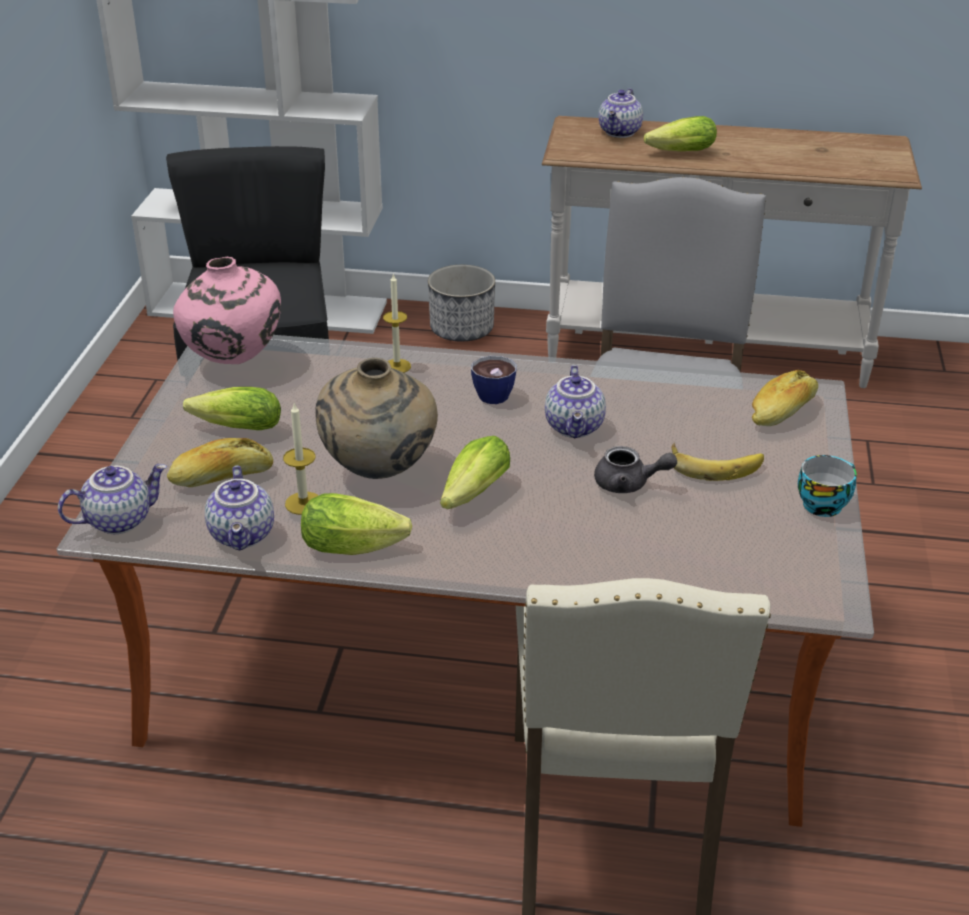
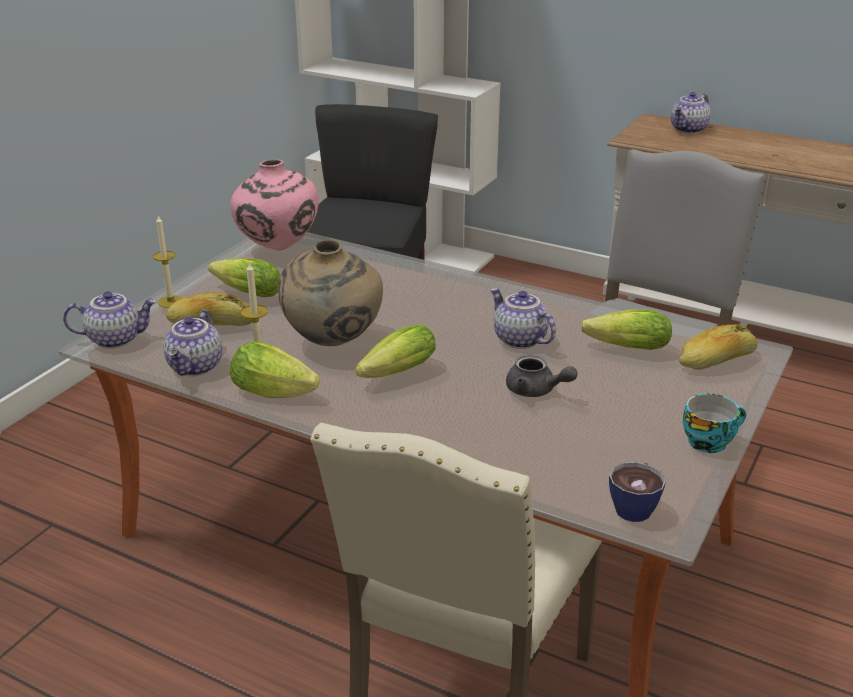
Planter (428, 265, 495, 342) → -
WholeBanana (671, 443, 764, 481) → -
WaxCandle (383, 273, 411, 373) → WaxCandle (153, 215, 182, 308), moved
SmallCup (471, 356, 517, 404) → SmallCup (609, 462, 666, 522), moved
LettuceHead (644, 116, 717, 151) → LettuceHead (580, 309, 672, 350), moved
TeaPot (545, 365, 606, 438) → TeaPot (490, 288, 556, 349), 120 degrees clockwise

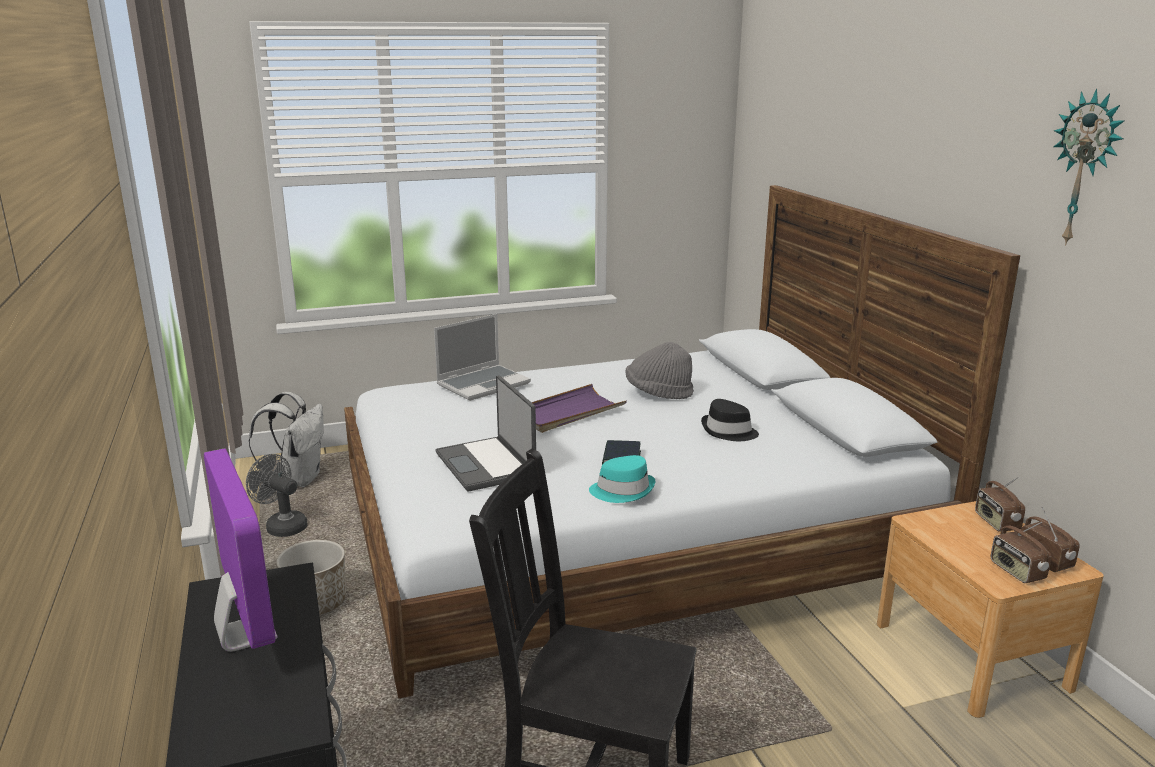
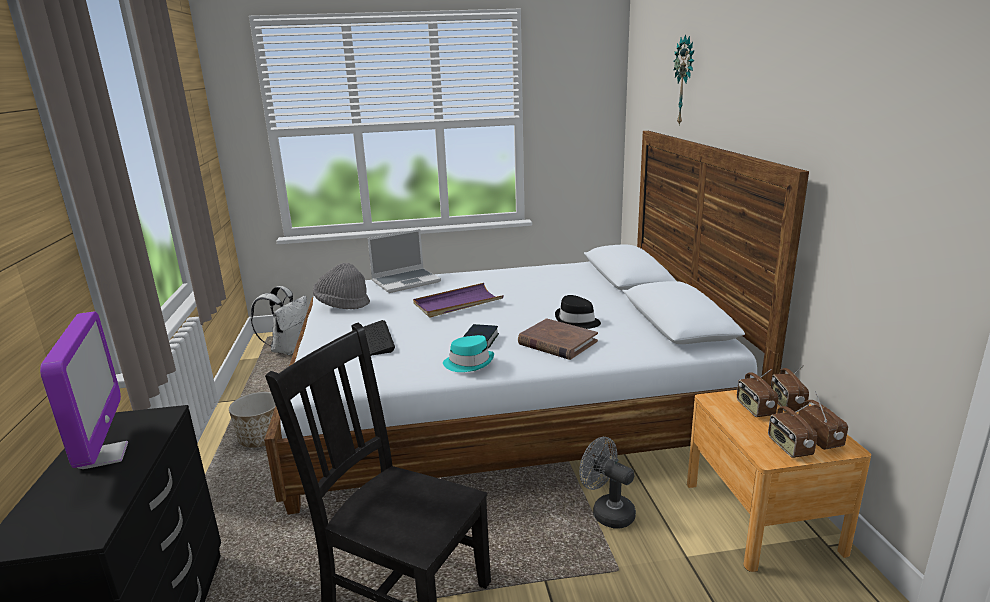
- → BrownishBook (518, 319, 598, 360)
- → Radio (737, 369, 778, 417)
GreyCoolingFan (246, 454, 308, 537) → GreyCoolingFan (579, 437, 636, 529), moved
GreyClothingHat (625, 342, 694, 399) → GreyClothingHat (313, 263, 370, 309), moved
HangingClock (1053, 89, 1125, 246) → HangingClock (673, 34, 694, 125), moved
NotebookComputer (436, 375, 536, 491) → Keyboard (363, 320, 395, 356)

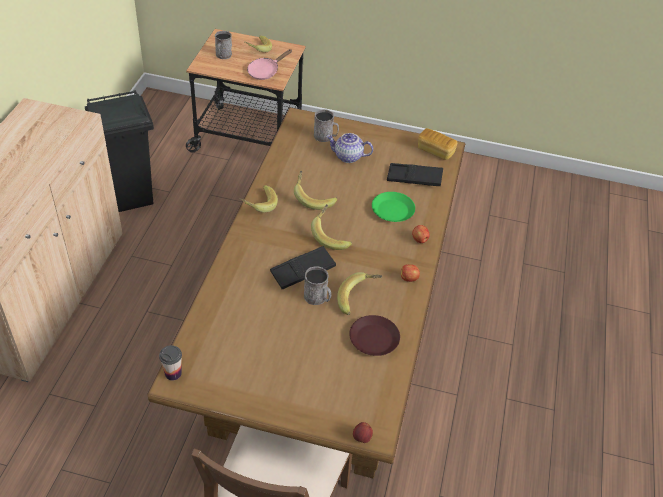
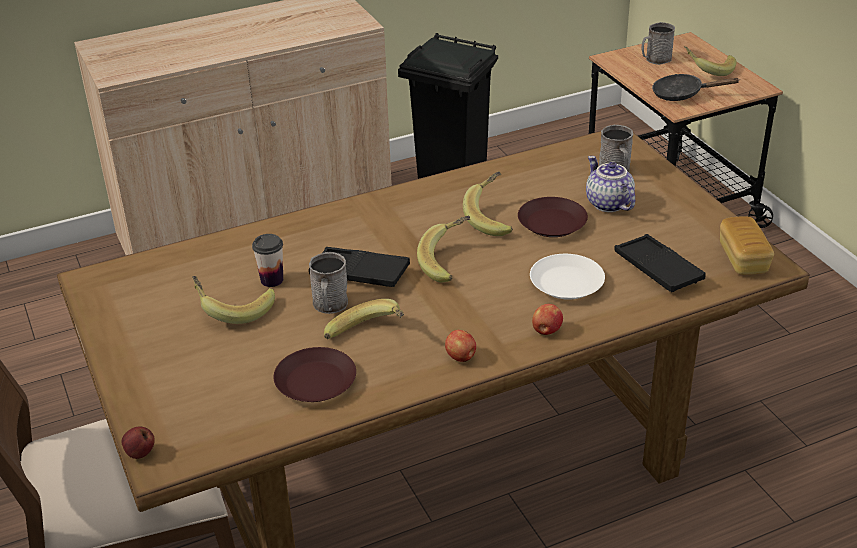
- → BrownishPlate (518, 197, 588, 237)
SmallCup (159, 345, 182, 380) → SmallCup (252, 234, 283, 287), moved
WholeBanana (240, 185, 278, 213) → WholeBanana (192, 276, 275, 324), moved
PinkishPan (247, 49, 292, 80) → BlackPan (652, 74, 739, 101)
GreenColouredPlate (372, 192, 415, 222) → WhitishPlate (530, 254, 605, 300)

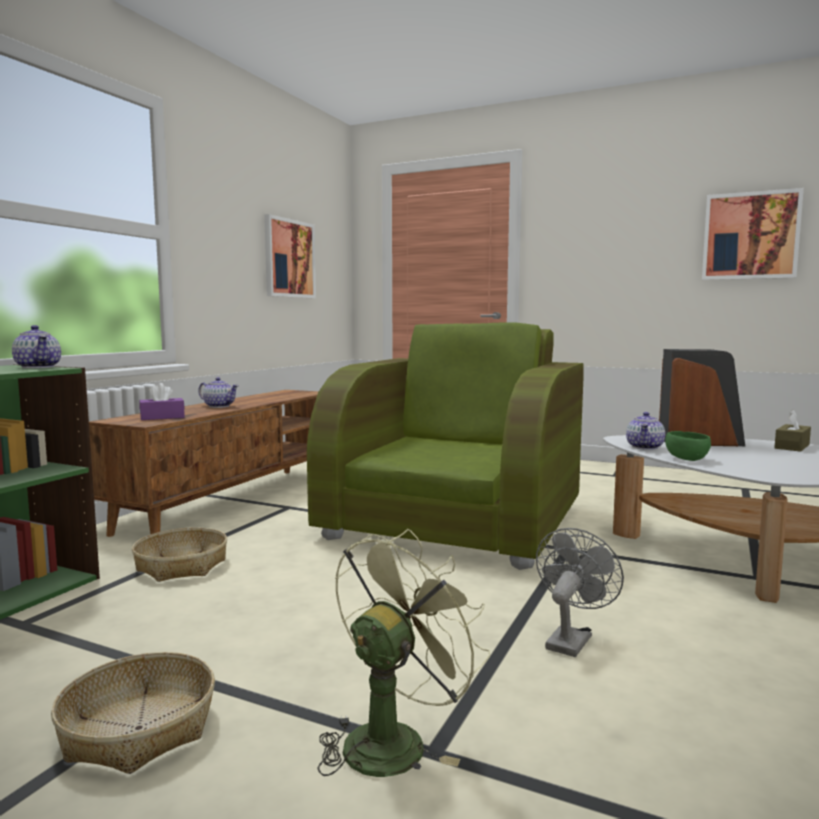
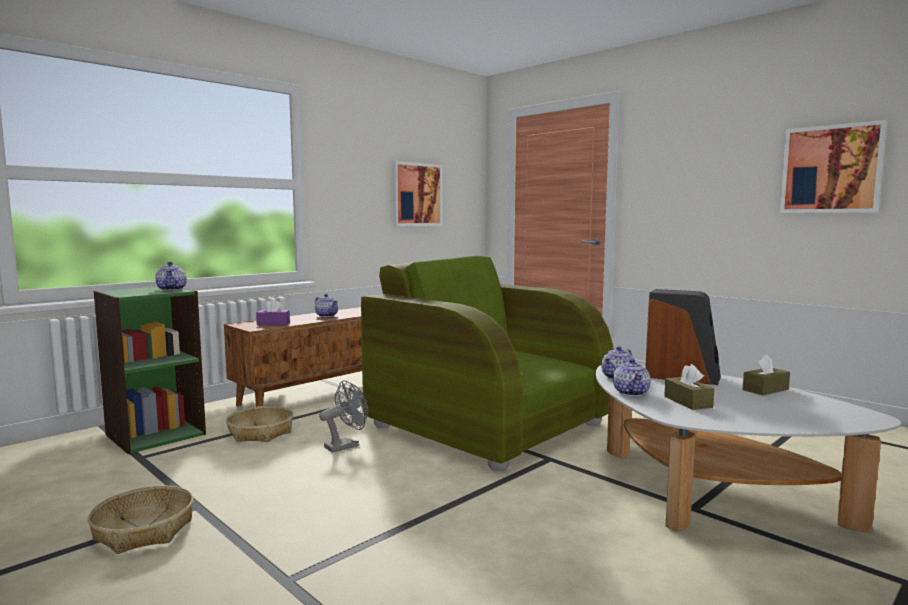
GreenColouredCoolingFan (317, 529, 490, 777) → -
- → BrownishBoxOfTissues (664, 364, 714, 410)
GreyCoolingFan (536, 528, 624, 657) → GreyCoolingFan (319, 380, 368, 453), moved
GreenColouredDeepDish (665, 431, 711, 461) → TeaPot (613, 359, 651, 396)
GreenColouredLoungeChair (307, 322, 584, 570) → GreenColouredLoungeChair (361, 256, 614, 471), 90 degrees counterclockwise

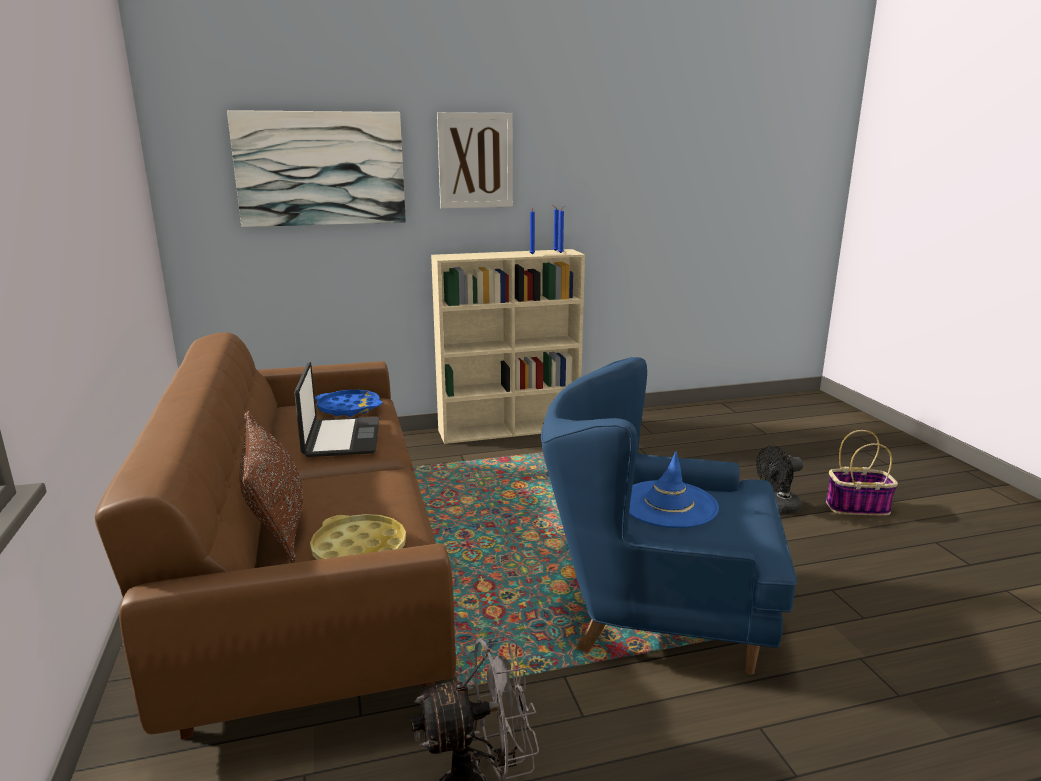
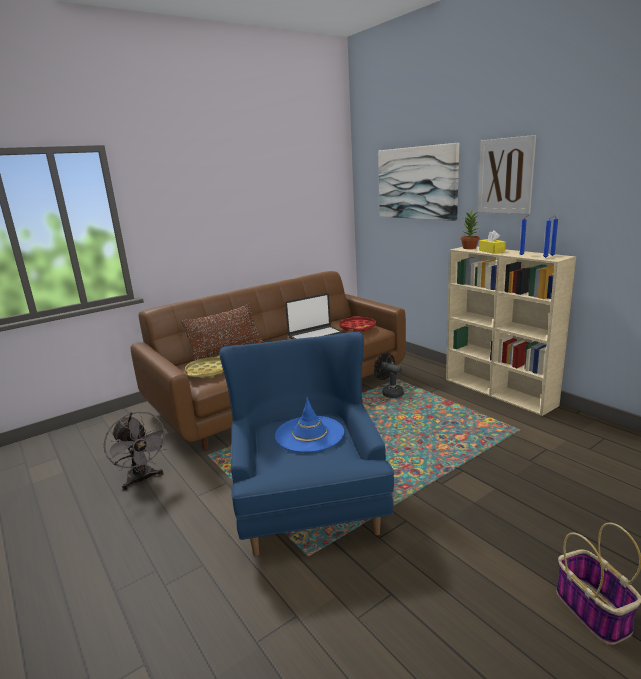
- → PottedPlant (461, 210, 480, 249)
- → YellowishBoxOfTissues (479, 230, 506, 254)
BlackCoolingFan (756, 445, 803, 514) → BlackCoolingFan (374, 352, 404, 398), moved
BlueColouredCarryingTray (315, 390, 382, 417) → ReddishCarryingTray (340, 316, 376, 332)

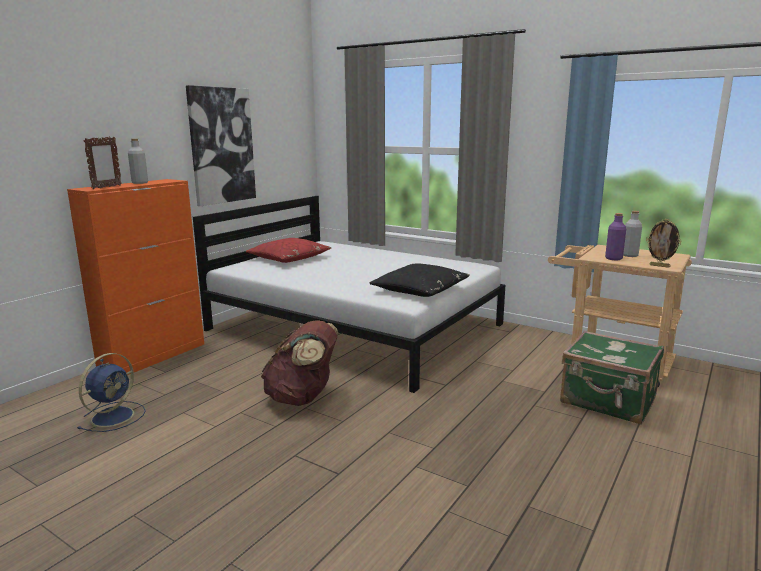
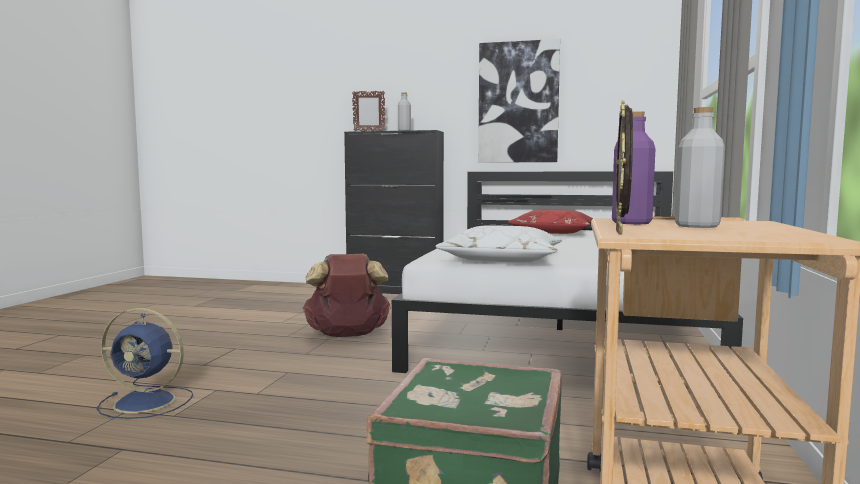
BlueColouredCoolingFan (77, 353, 146, 432) → BlueColouredCoolingFan (97, 308, 193, 419), moved
OrangeyStorageCabinet (67, 179, 204, 375) → BlackStorageCabinet (344, 130, 444, 294)
BlackThrowPillow (369, 263, 470, 297) → WhitishThrowPillow (436, 225, 562, 262)

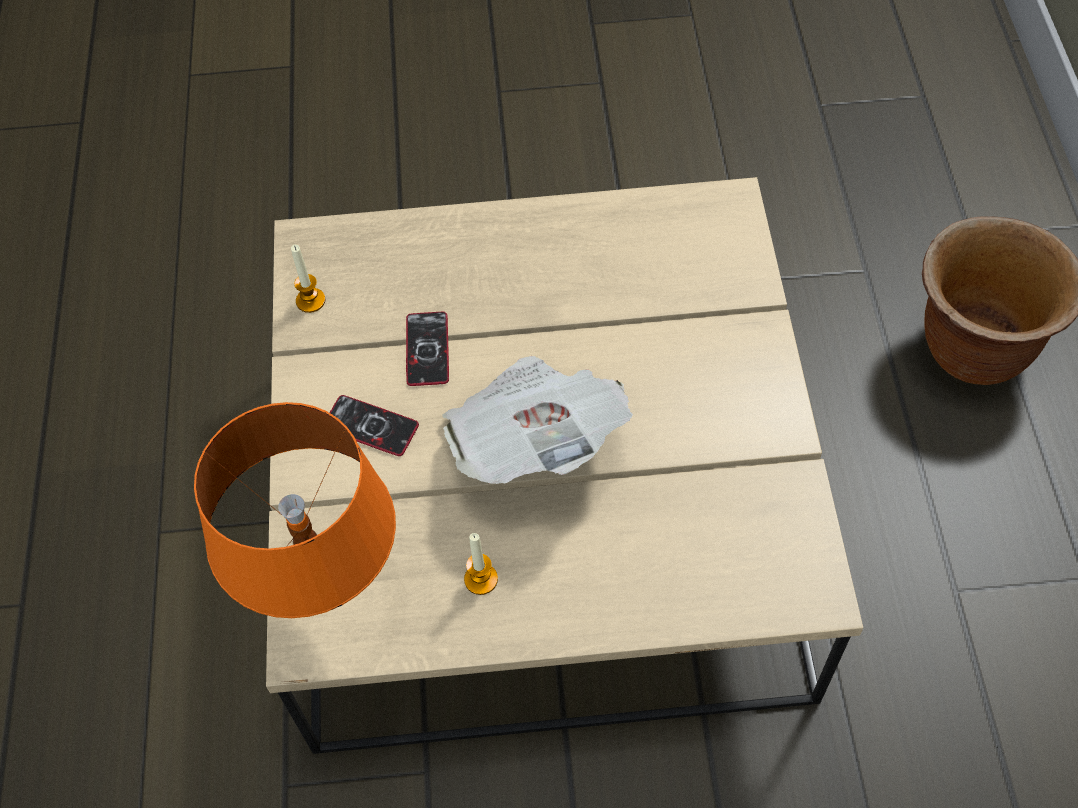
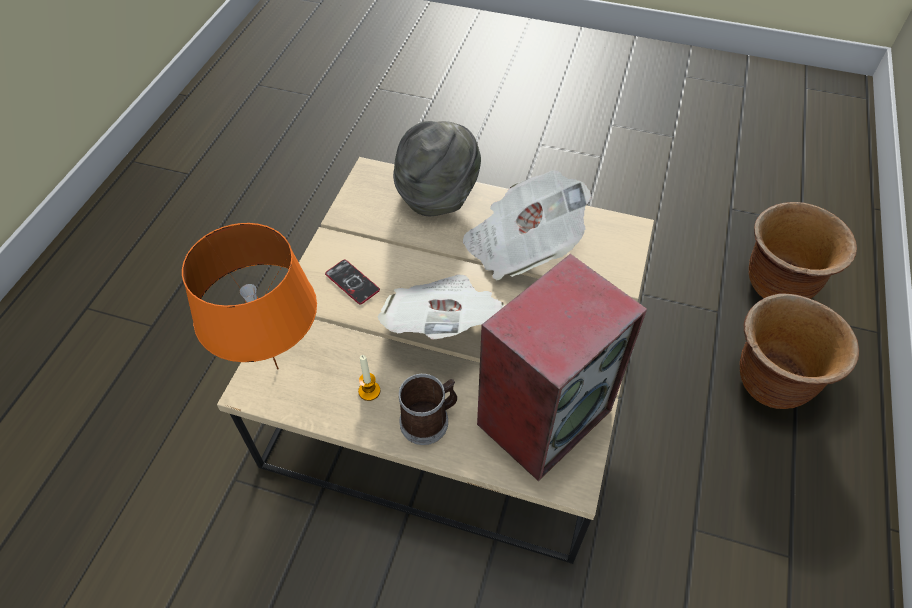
WaxCandle (291, 245, 325, 313) → -
Phone (406, 312, 449, 386) → -
- → GreyClothingHat (393, 121, 481, 216)
- → Mug (399, 374, 457, 445)
- → Newspaper (463, 170, 592, 281)
- → Speaker (477, 254, 647, 481)
- → BrownishPlanter (749, 202, 857, 299)

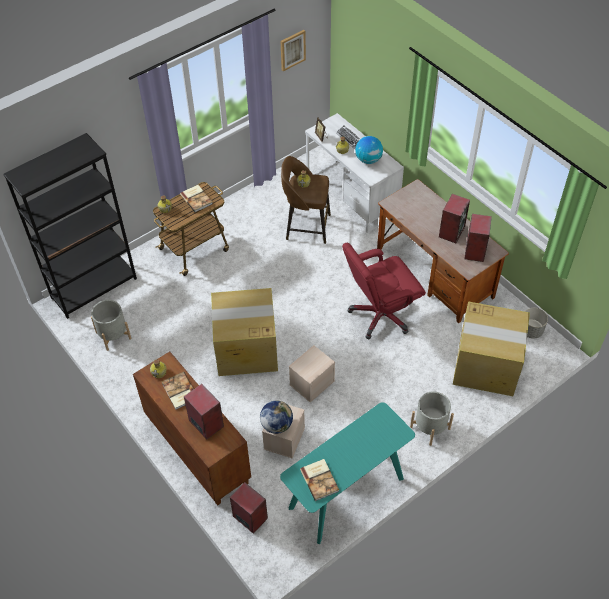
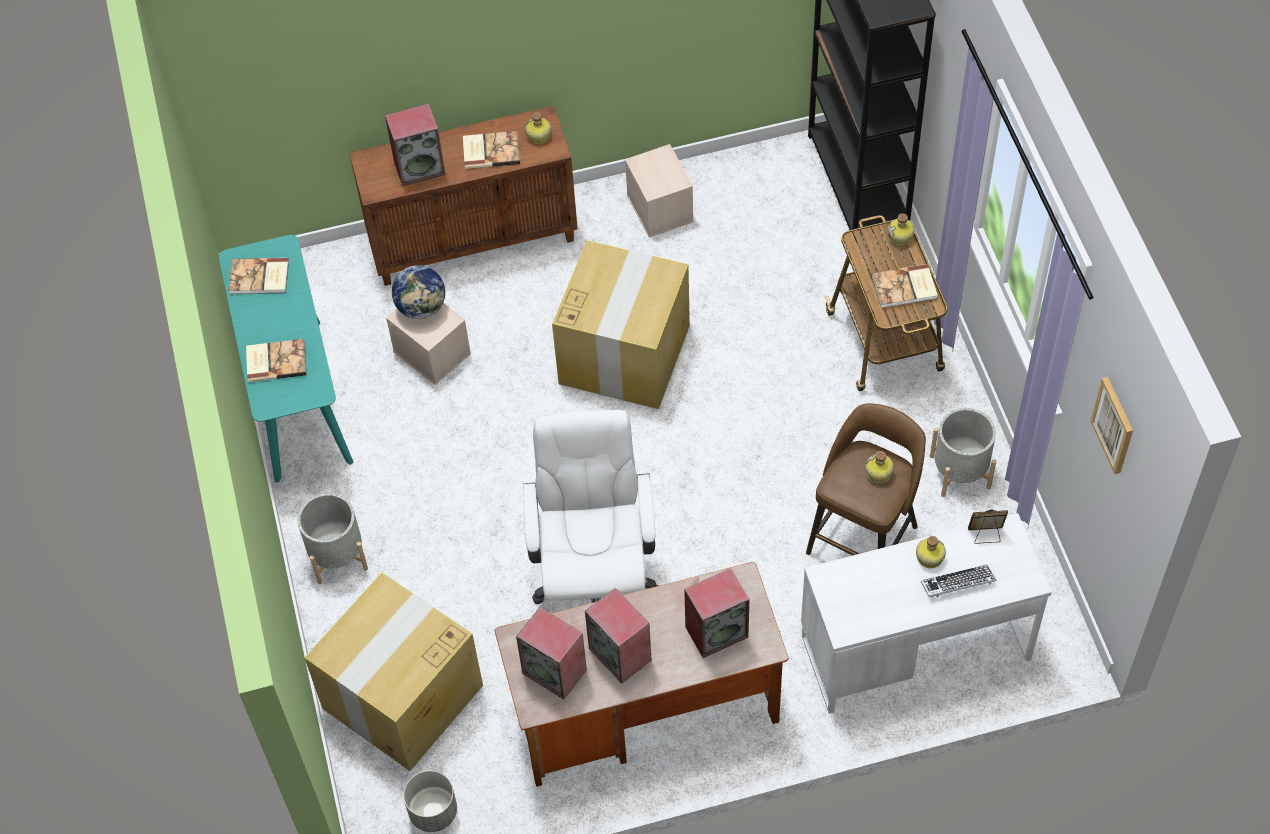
Globe (355, 136, 383, 164) → -
- → Book (246, 339, 307, 382)
GreyPlanter (91, 300, 131, 351) → GreyPlanter (930, 408, 996, 497), moved
Speaker (230, 482, 268, 534) → Speaker (684, 568, 749, 658), moved
BeigeColouredStorageBox (289, 345, 335, 402) → BeigeColouredStorageBox (625, 144, 694, 237), moved
ReddishDeskChair (342, 243, 426, 339) → WhitishDeskChair (523, 410, 658, 604)

